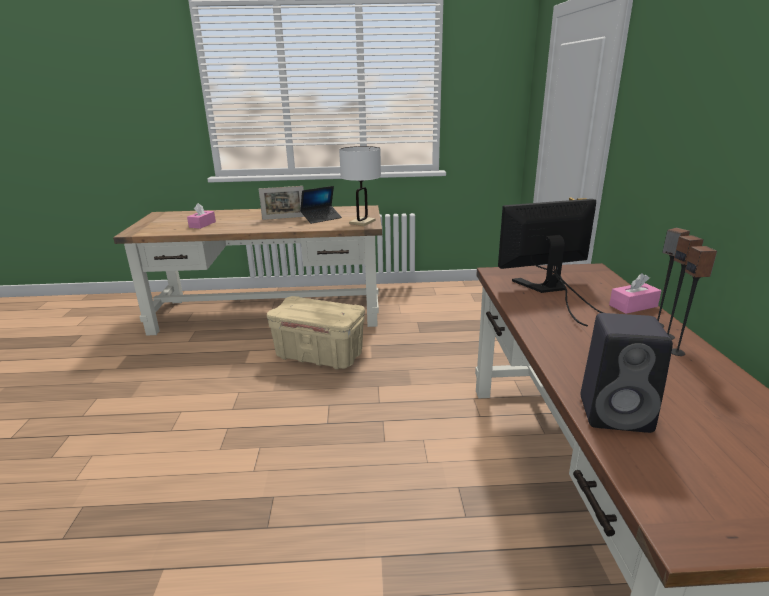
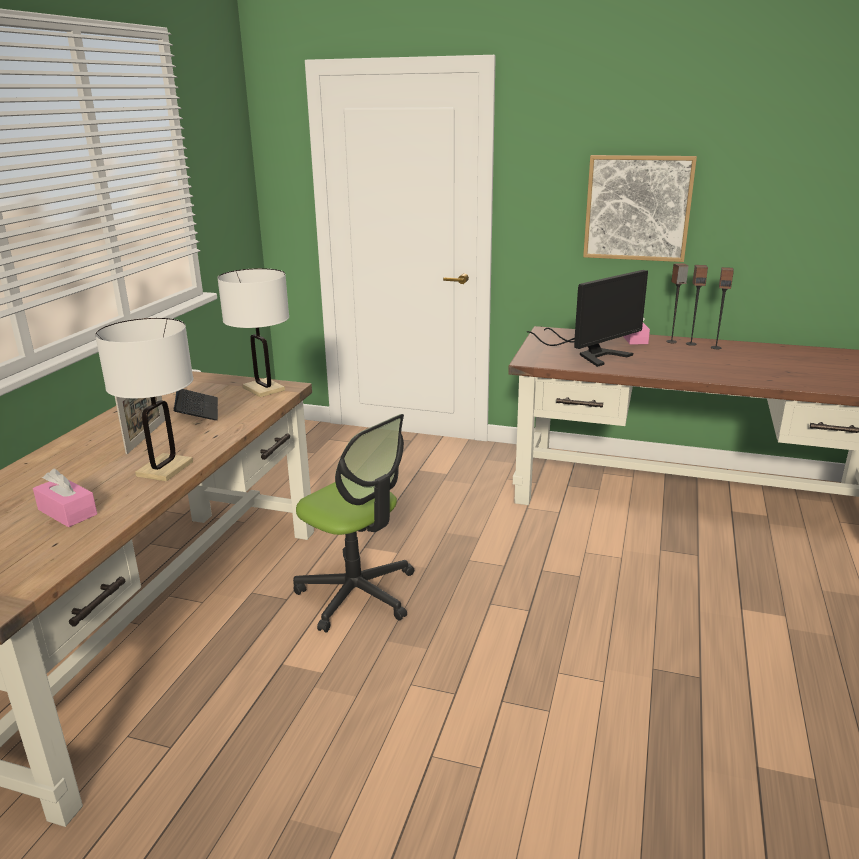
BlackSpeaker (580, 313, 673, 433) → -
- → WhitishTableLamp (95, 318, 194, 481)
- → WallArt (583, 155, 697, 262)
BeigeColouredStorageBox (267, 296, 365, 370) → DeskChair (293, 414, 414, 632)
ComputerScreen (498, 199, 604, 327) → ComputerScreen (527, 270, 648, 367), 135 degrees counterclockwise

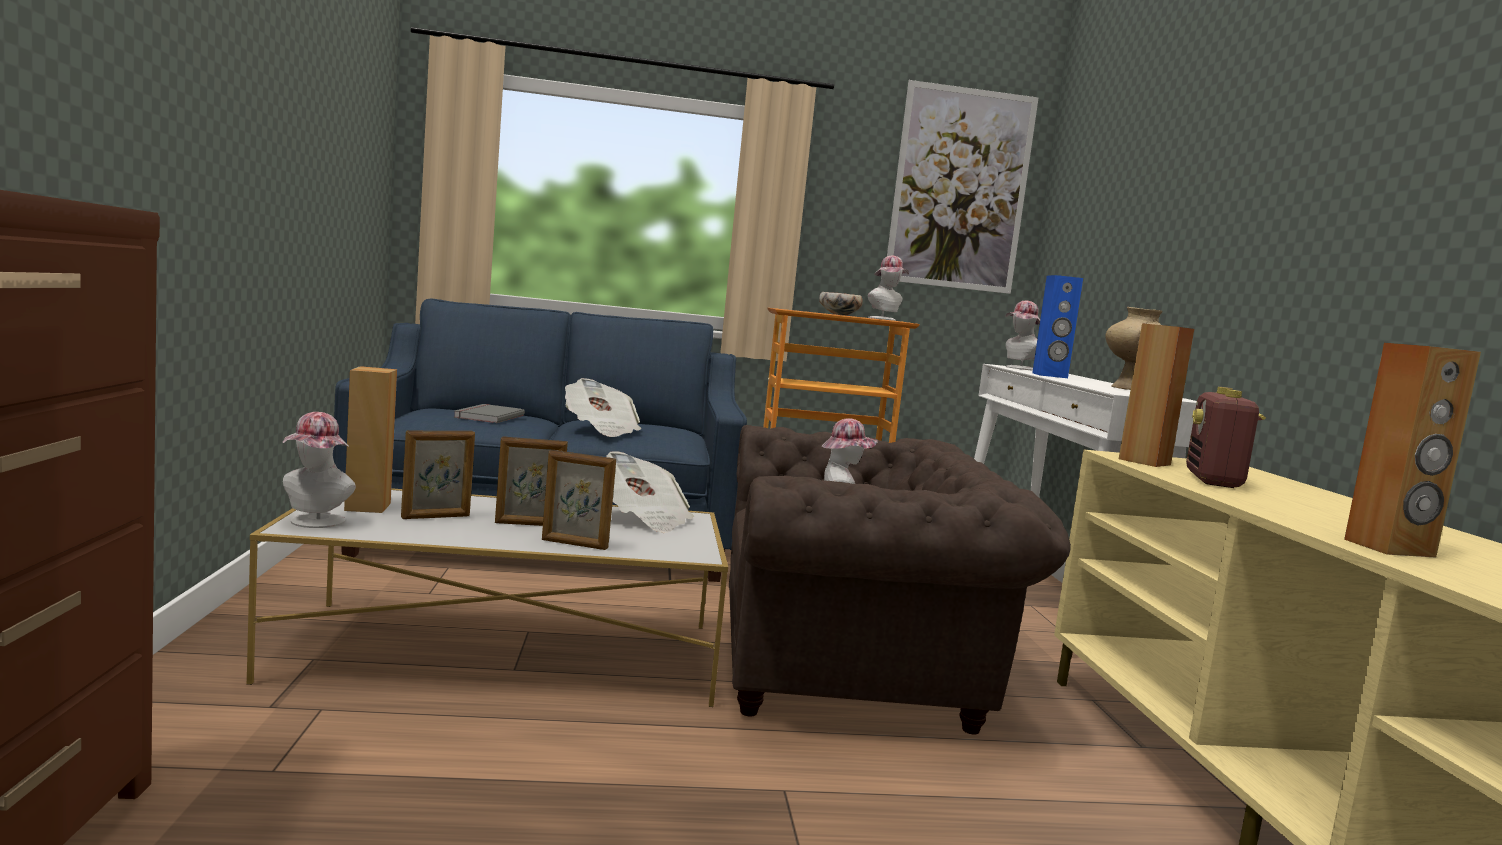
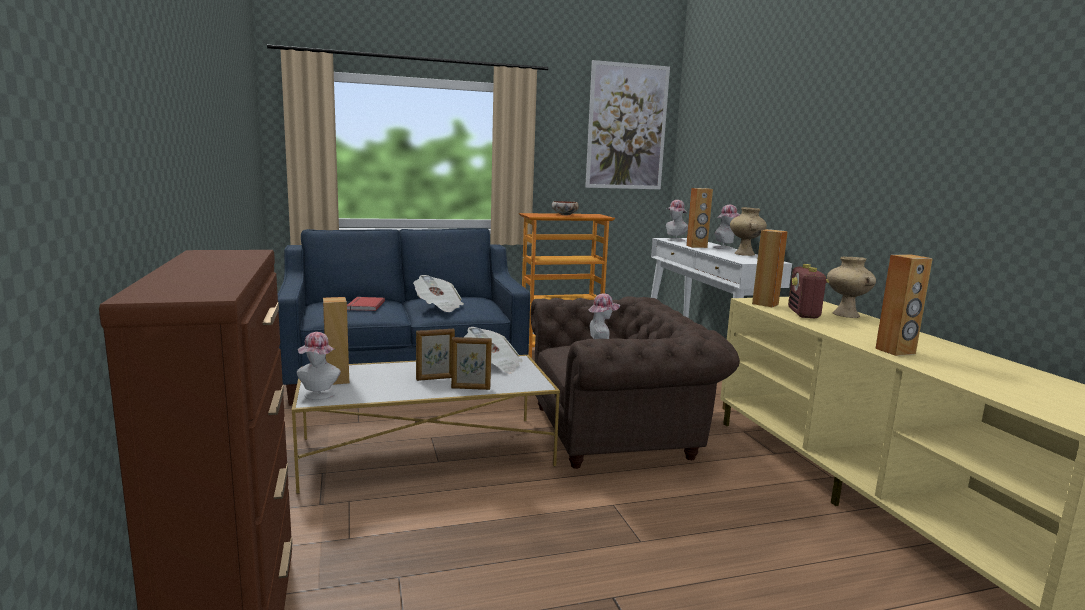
PhotoFrame (401, 430, 475, 519) → -
- → BeigeColouredFlowerVase (827, 257, 876, 318)
ClothingHat (868, 256, 909, 321) → ClothingHat (713, 205, 741, 249), moved
GreyBook (453, 404, 525, 423) → ReddishBook (347, 297, 385, 311)
BlueColouredSpeaker (1032, 275, 1083, 378) → BrownishSpeaker (686, 188, 713, 248)

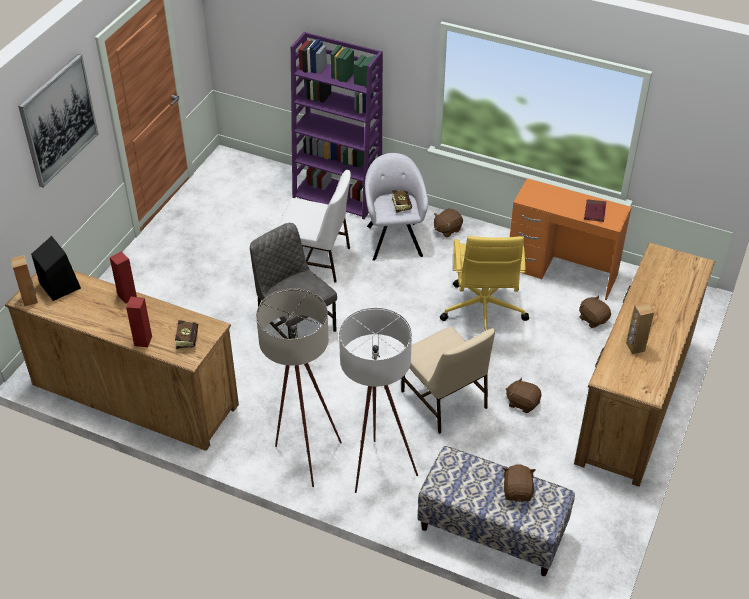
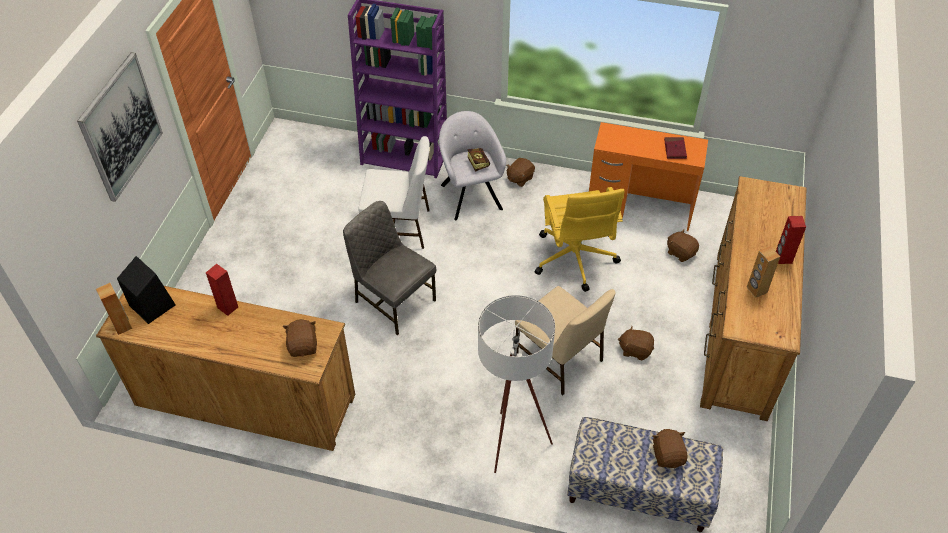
BeigeColouredStandardLamp (256, 288, 342, 487) → -
ReddishSpeaker (126, 296, 152, 347) → ReddishSpeaker (776, 216, 806, 264), moved
Book (174, 320, 198, 349) → BrownishCuddlyToy (283, 319, 317, 357)

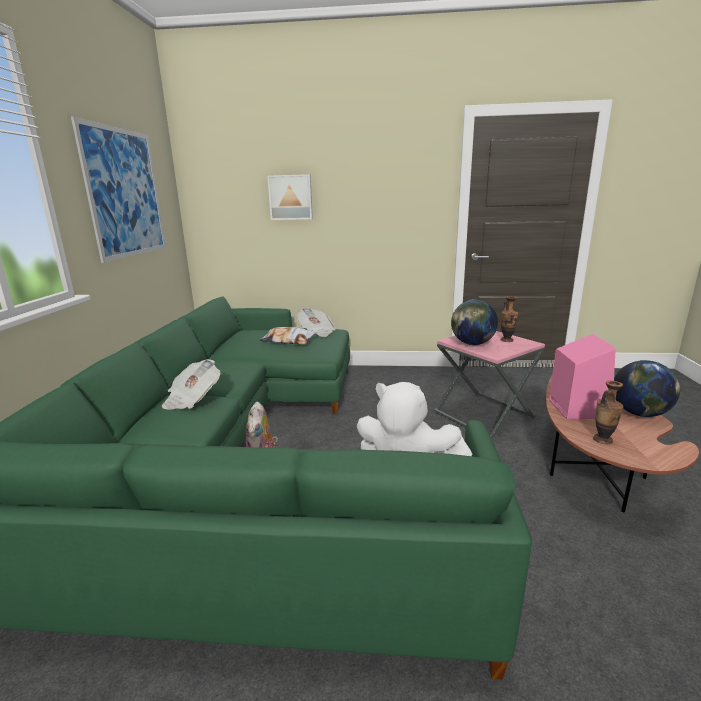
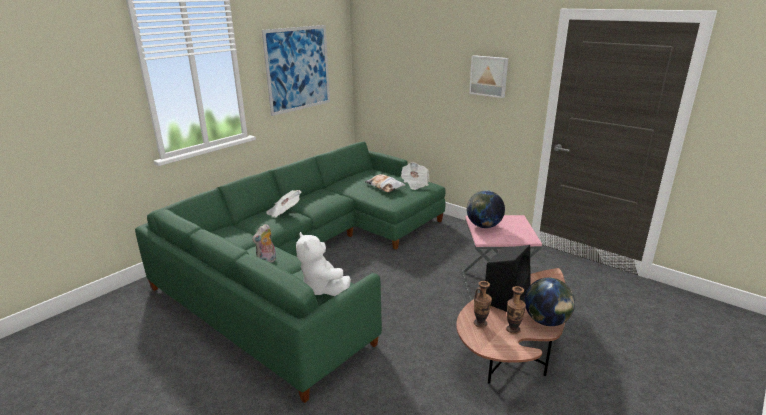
WallArt (267, 174, 313, 220) → WallArt (469, 55, 508, 98), moved
FlowerVase (501, 296, 519, 342) → FlowerVase (506, 286, 526, 334), moved
PinkishSpeaker (549, 334, 616, 419) → BlackSpeaker (485, 245, 530, 312)

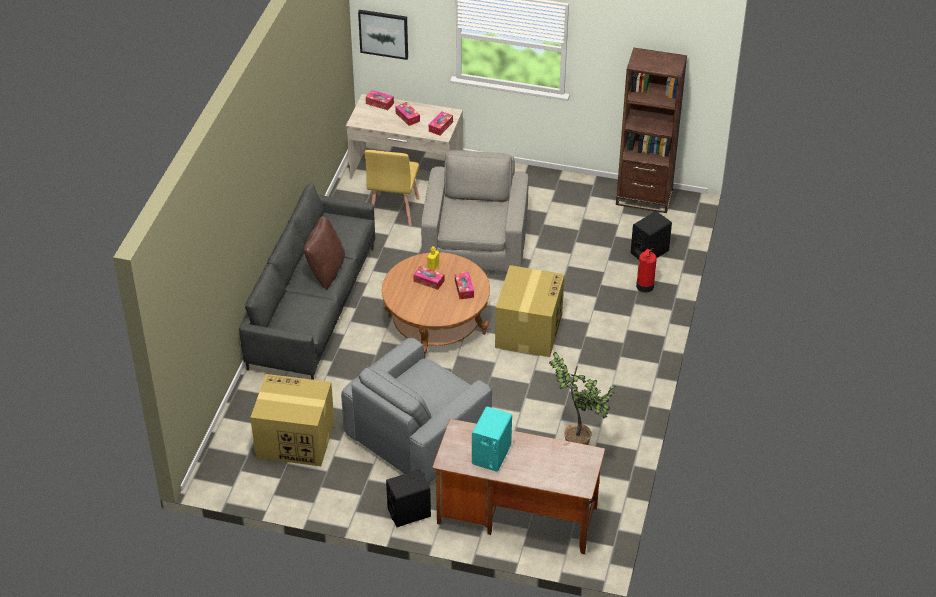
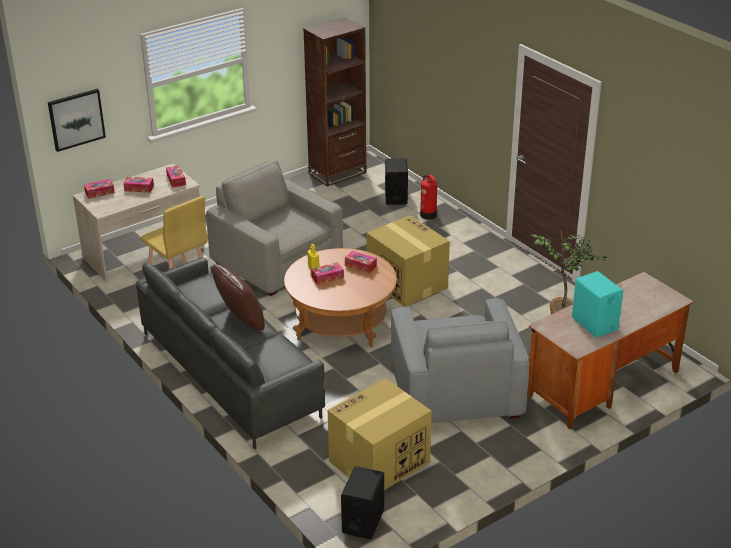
BlackSpeaker (386, 469, 431, 527) → BlackSpeaker (341, 466, 384, 539), moved

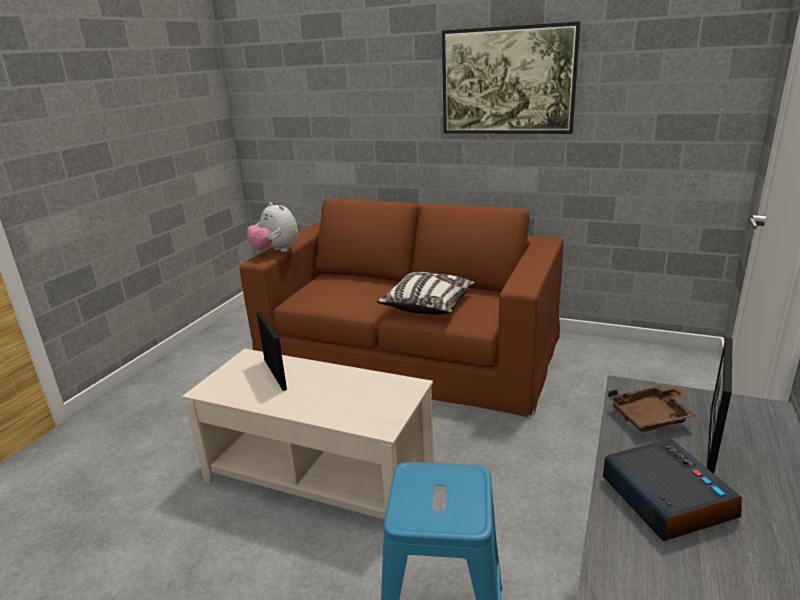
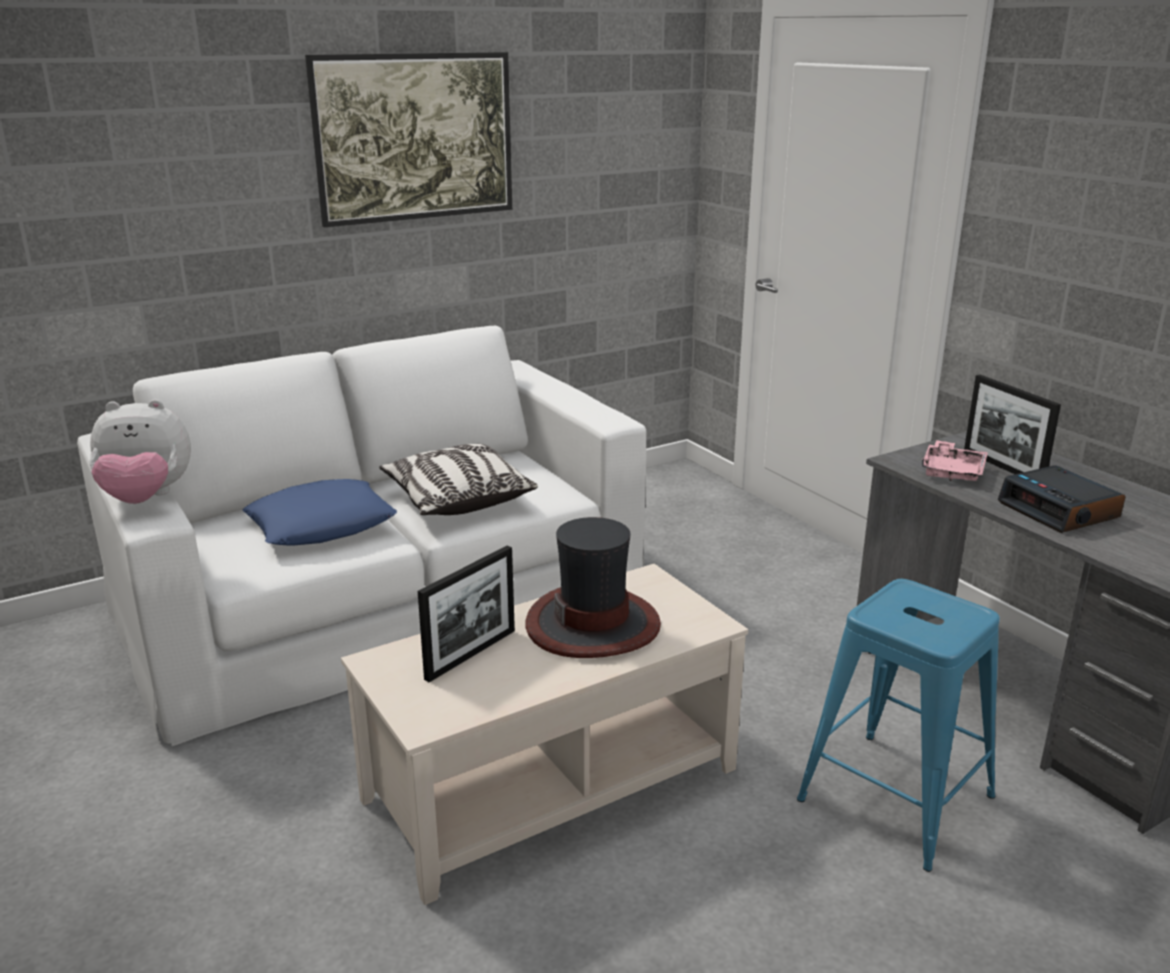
- → BlueColouredThrowPillow (242, 479, 397, 546)
- → ClothingHat (526, 517, 661, 658)
BrownishSofa (239, 199, 563, 417) → WhitishSofa (77, 326, 646, 746)
BrownishCarryingTray (608, 386, 697, 432) → PinkishCarryingTray (922, 440, 988, 481)
PhotoFrame (257, 311, 287, 391) → PhotoFrame (418, 546, 515, 682), 120 degrees clockwise
TableClock (603, 438, 742, 541) → TableClock (998, 465, 1125, 533), 135 degrees counterclockwise

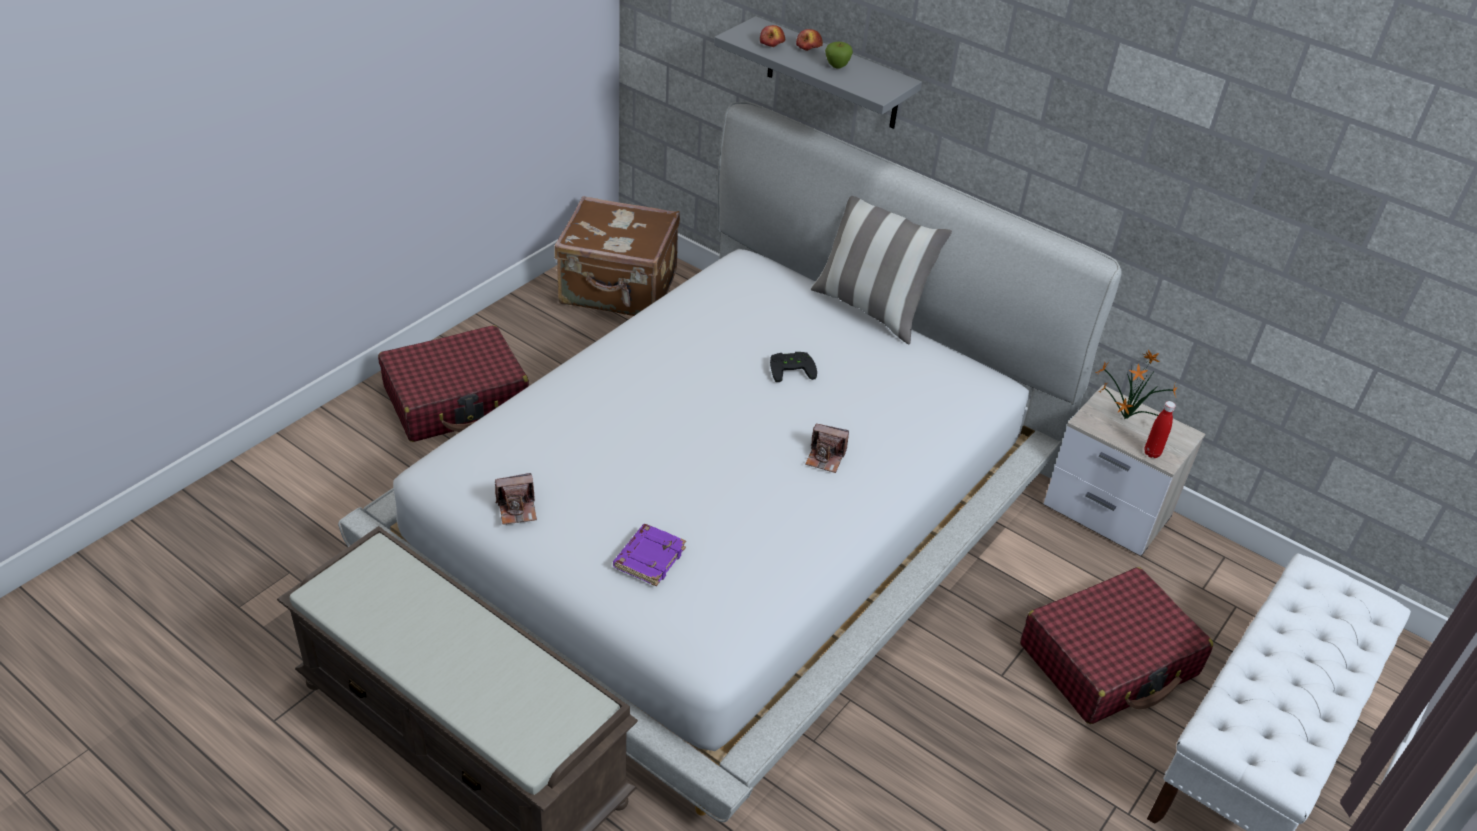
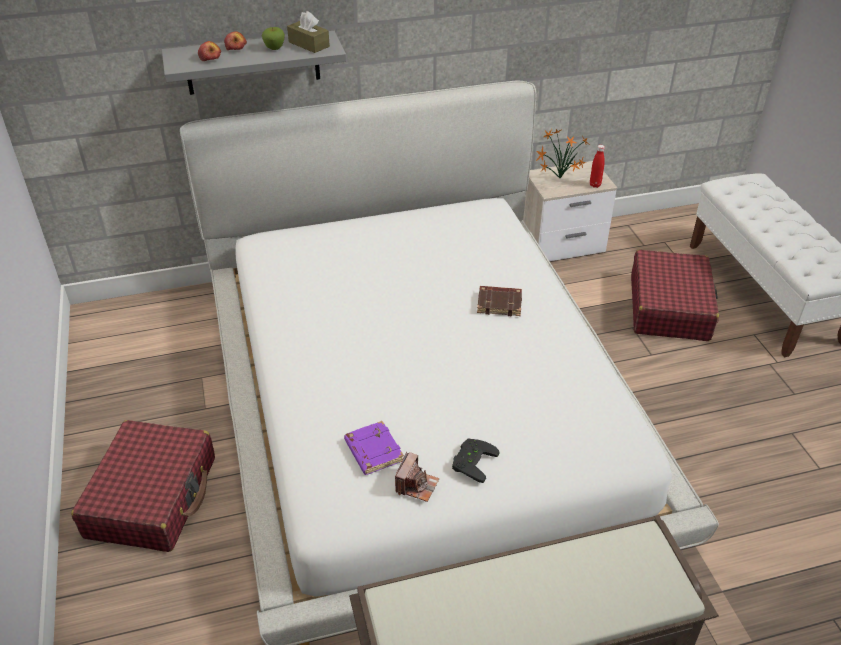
BrownishPieceOfLuggage (554, 196, 680, 316) → -
ThrowPillow (811, 196, 952, 344) → -
- → BrownishBoxOfTissues (287, 11, 330, 53)
PurpleBook (613, 524, 686, 586) → PurpleBook (344, 421, 404, 475), moved
BlackJoypad (770, 352, 817, 382) → BlackJoypad (452, 439, 500, 483), moved
PhotoCamera (805, 424, 849, 473) → BrownishBook (477, 286, 522, 316)

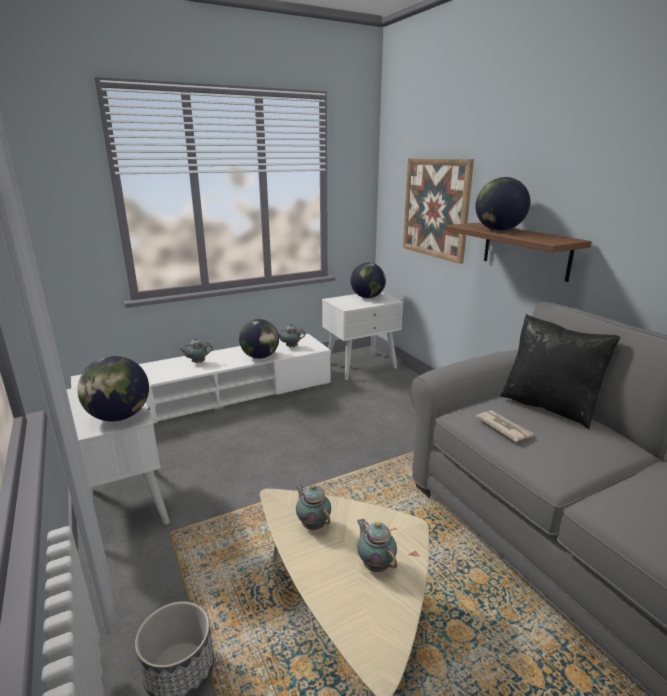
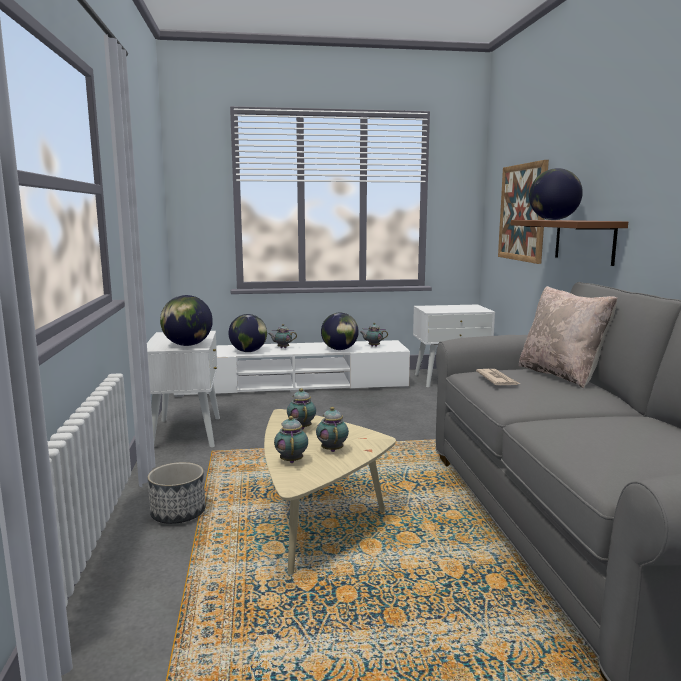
- → TeaPot (274, 416, 308, 463)
Globe (351, 263, 386, 298) → Globe (228, 314, 267, 352), moved
BlackThrowPillow (500, 314, 621, 429) → BeigeColouredThrowPillow (519, 286, 617, 389)

